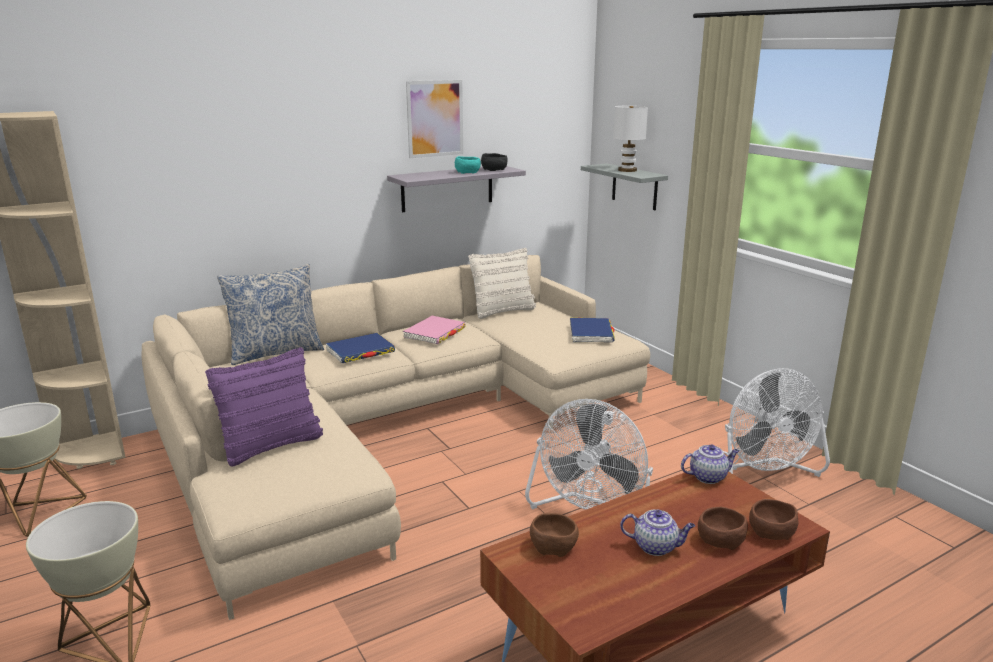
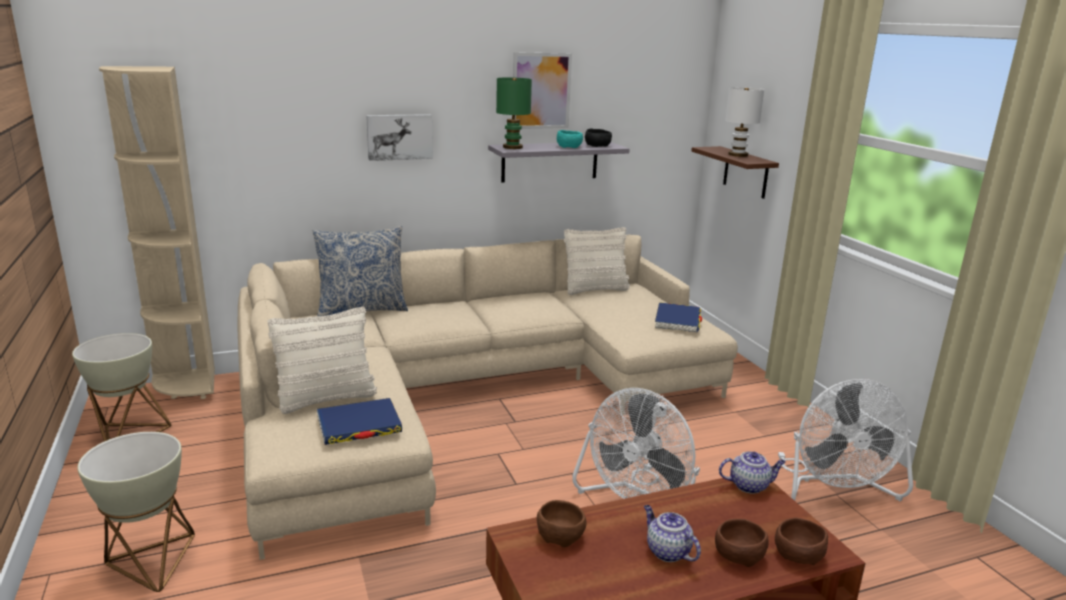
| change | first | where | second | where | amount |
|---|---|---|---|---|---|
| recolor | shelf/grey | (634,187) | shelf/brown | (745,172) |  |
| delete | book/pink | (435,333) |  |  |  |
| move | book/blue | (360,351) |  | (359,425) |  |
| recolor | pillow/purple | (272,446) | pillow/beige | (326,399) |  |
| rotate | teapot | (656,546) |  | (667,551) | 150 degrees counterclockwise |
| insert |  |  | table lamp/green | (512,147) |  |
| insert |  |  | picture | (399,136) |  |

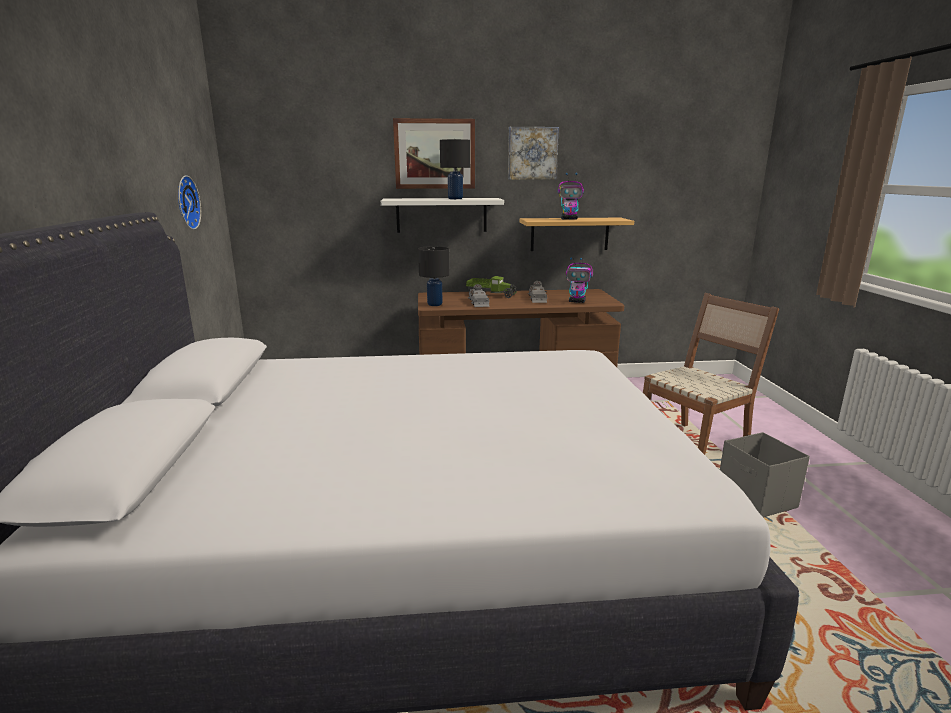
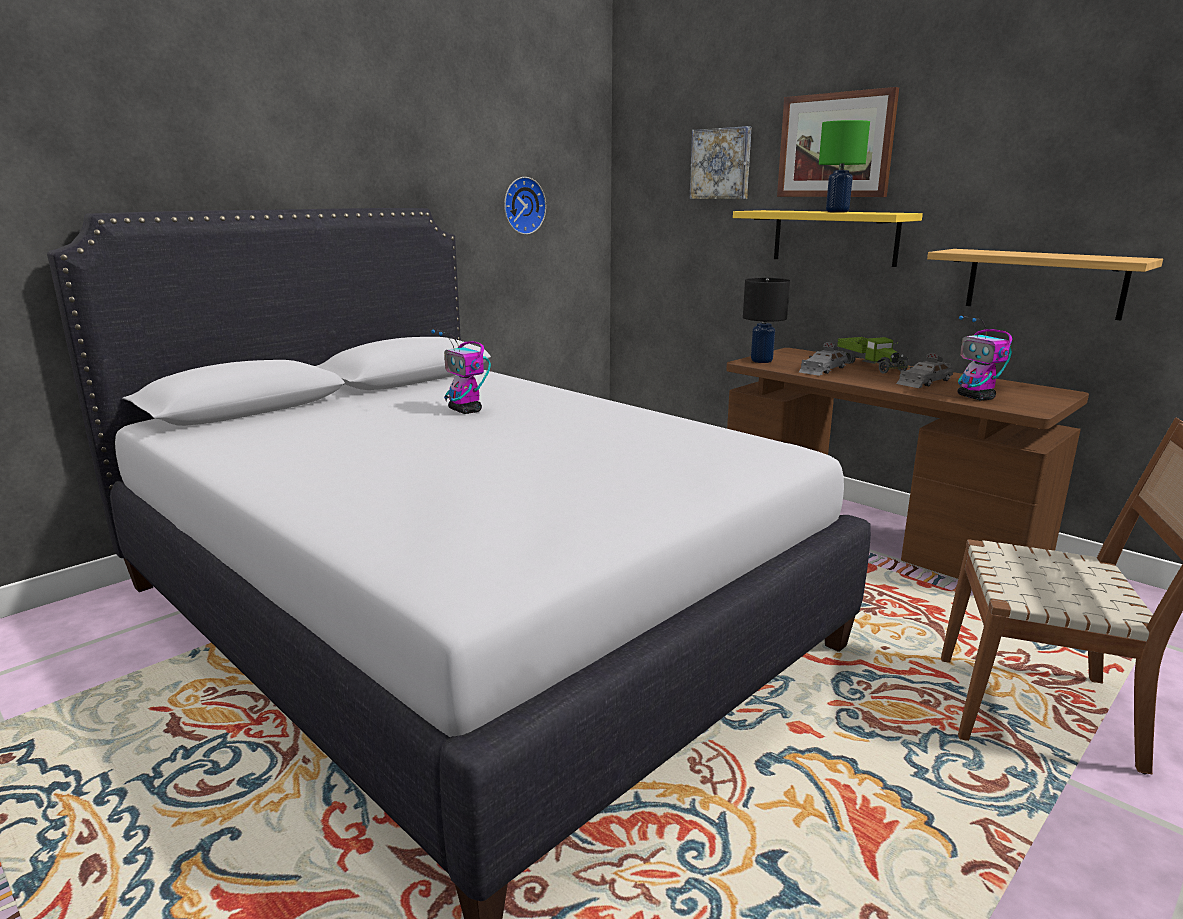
| change | first | where | second | where | amount |
|---|---|---|---|---|---|
| move | picture | (532,153) |  | (721,164) |  |
| recolor | table lamp/black | (454,199) | table lamp/green | (835,212) |  |
| move | toy robot | (569,219) |  | (465,411) |  |
| recolor | shelf/white | (441,215) | shelf/yellow | (834,237) |  |
| delete | storage box/grey | (756,499) |  |  |  |

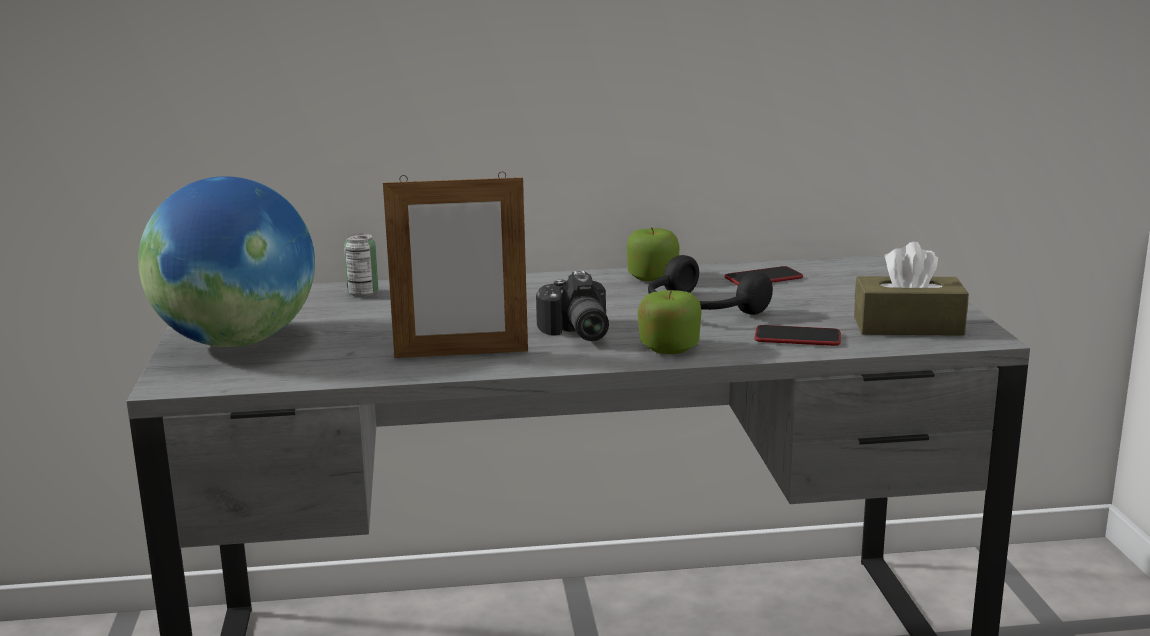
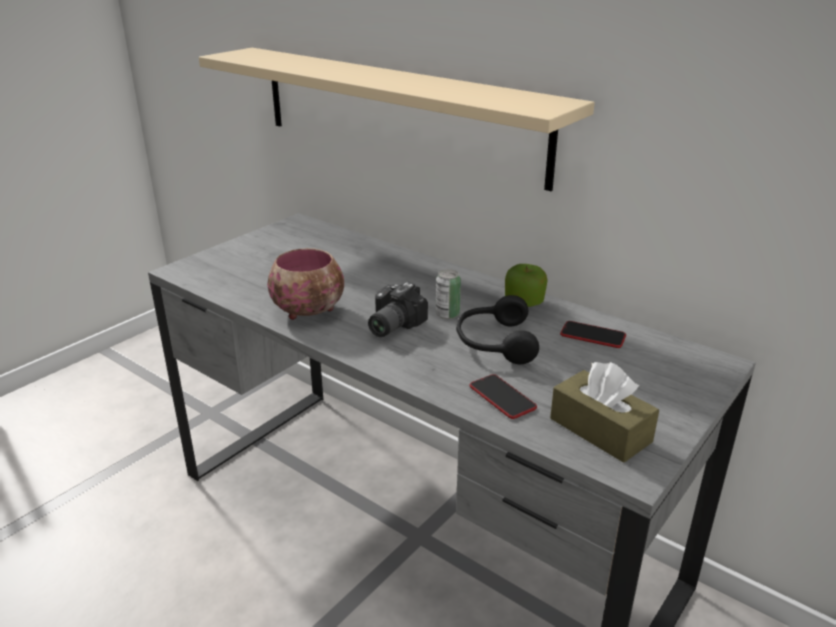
| change | first | where | second | where | amount |
|---|---|---|---|---|---|
| replace | picture frame | (461,354) | bowl | (310,311) |  |
| delete | globe | (235,342) |  |  |  |
| move | can | (363,293) |  | (447,314) |  |
| delete | apple | (669,348) |  |  |  |
| insert |  |  | shelf/beige | (396,112) |  |

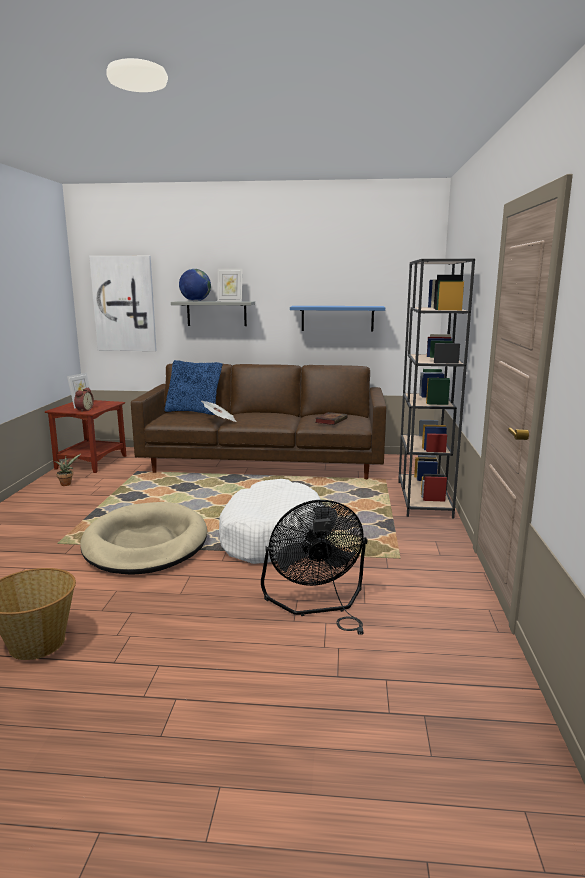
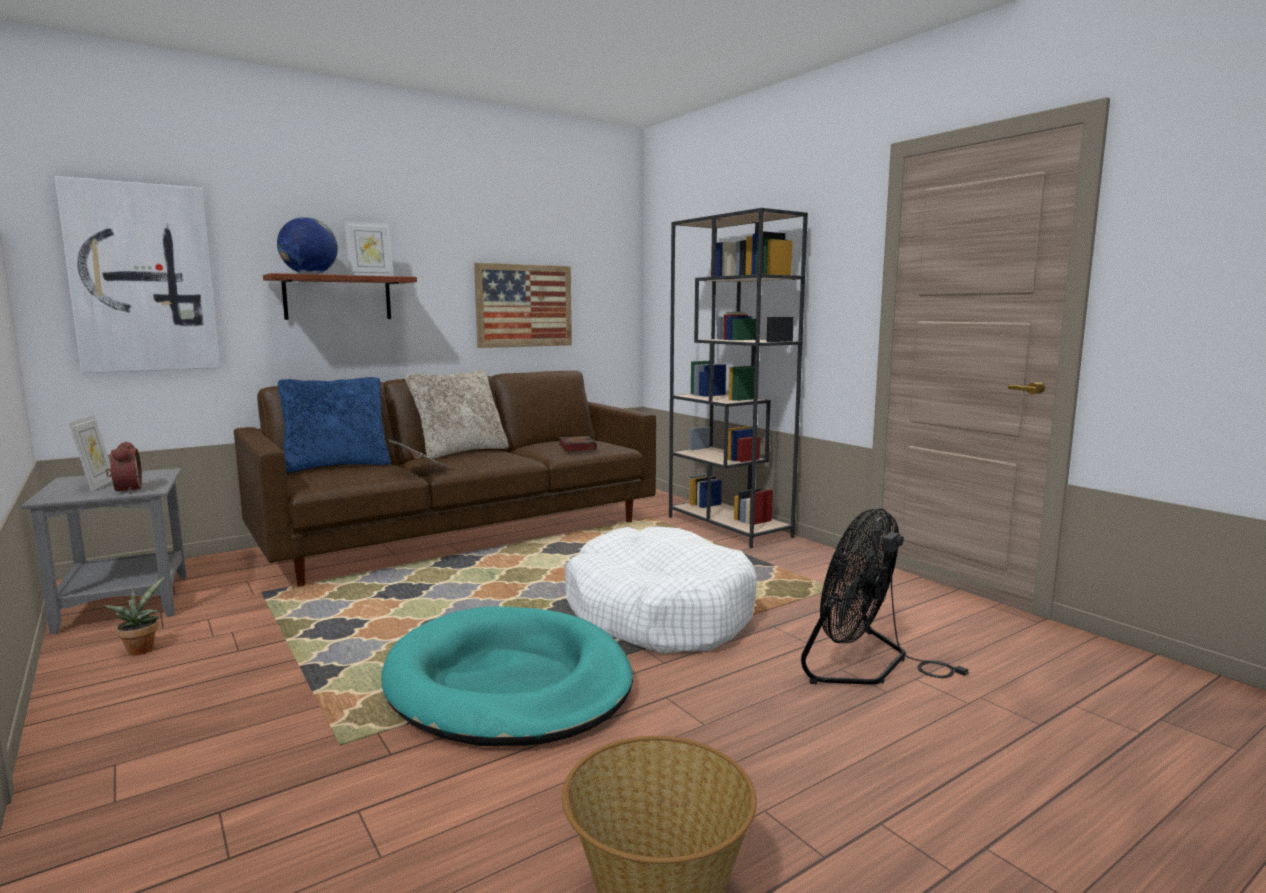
| change | first | where | second | where | amount |
|---|---|---|---|---|---|
| recolor | shelf/grey | (216,313) | shelf/brown | (338,298) |  |
| replace | shelf/blue | (337,318) | picture | (524,305) |  |
| recolor | side table/brown | (90,462) | side table/grey | (122,603) |  |
| recolor | dog bed/beige | (146,544) | dog bed/turquoise | (509,684) |  |
| insert |  |  | pillow/beige | (461,451) |  |

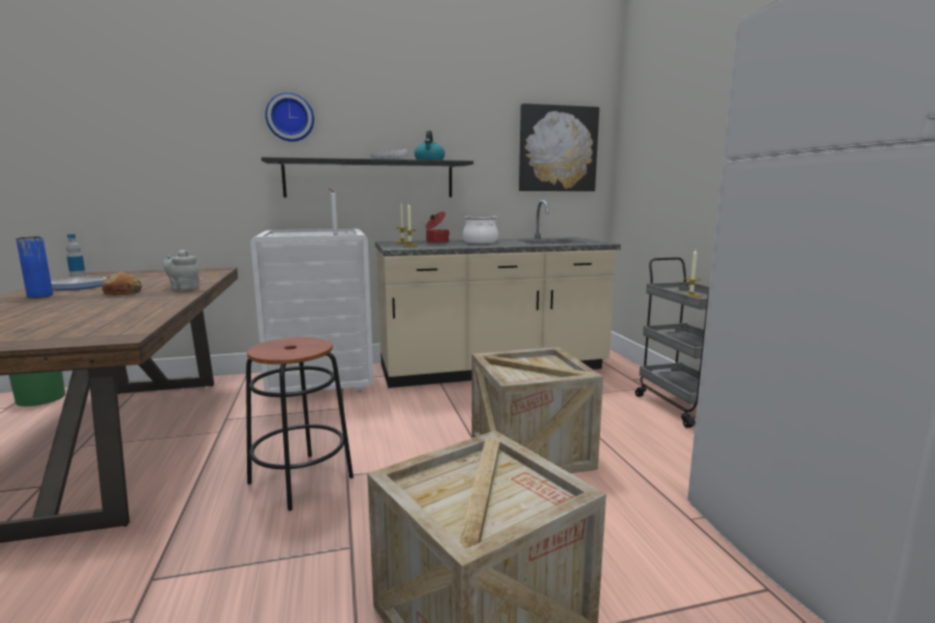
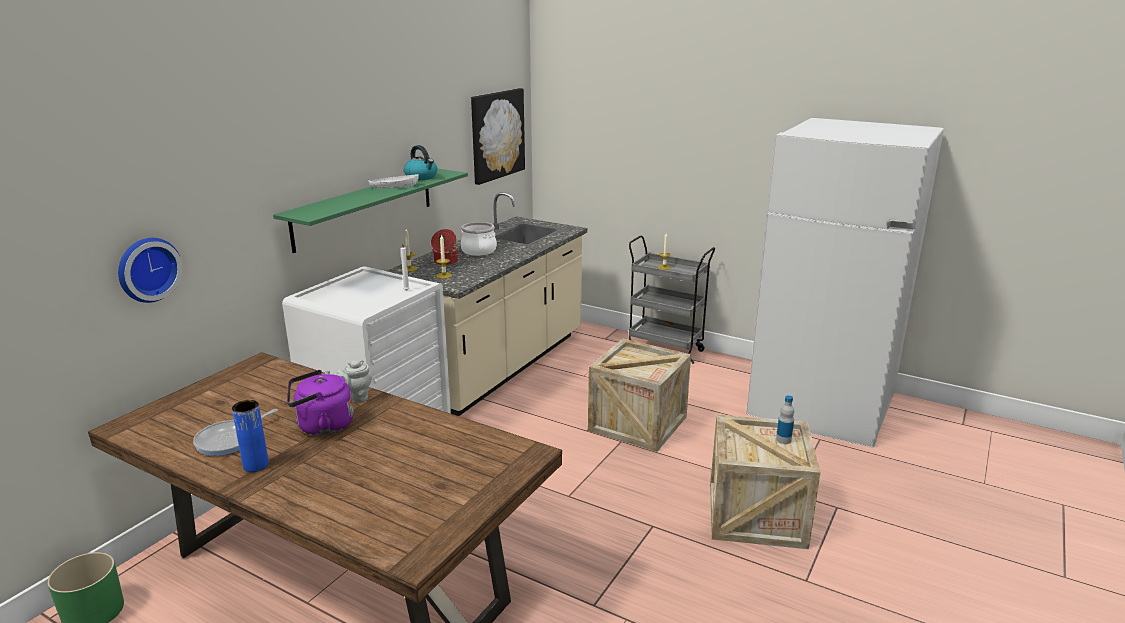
| change | first | where | second | where | amount |
|---|---|---|---|---|---|
| move | wall clock | (290,117) |  | (147,269) |  |
| recolor | shelf/black | (370,179) | shelf/green | (365,208) |  |
| move | bottle | (78,277) |  | (783,440) |  |
| replace | bread | (123,292) | kettle/purple | (322,426) |  |
| delete | stool/black | (300,480) |  |  |  |

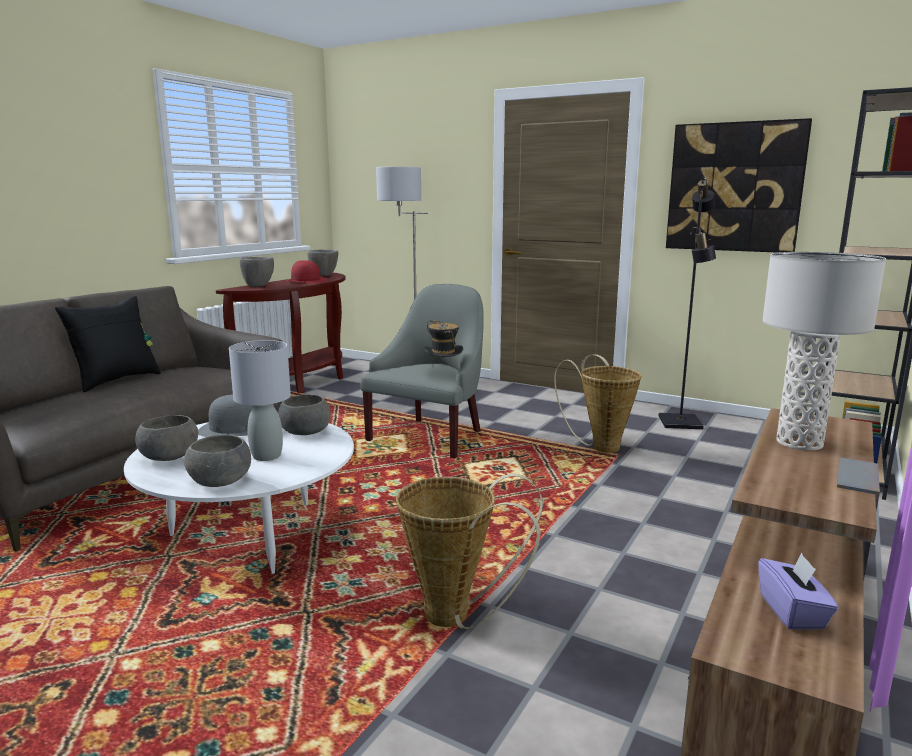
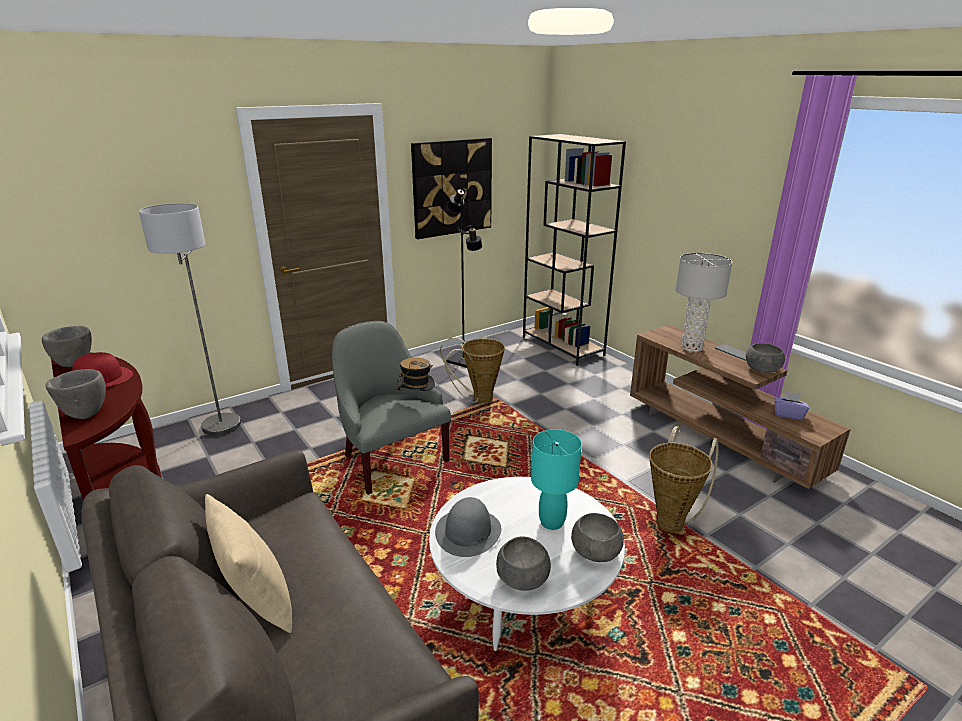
| change | first | where | second | where | amount |
|---|---|---|---|---|---|
| recolor | pillow/black | (116,381) | pillow/beige | (257,603) |  |
| recolor | table lamp/grey | (267,456) | table lamp/turquoise | (551,522) |  |
| move | bowl/grey | (305,432) |  | (762,369) |  |

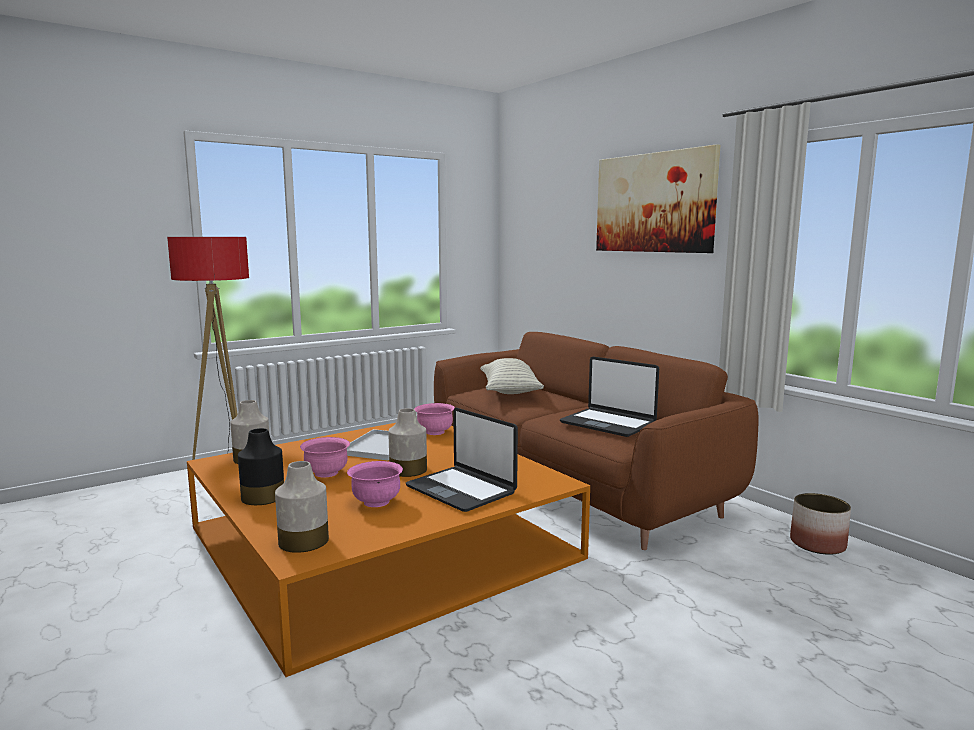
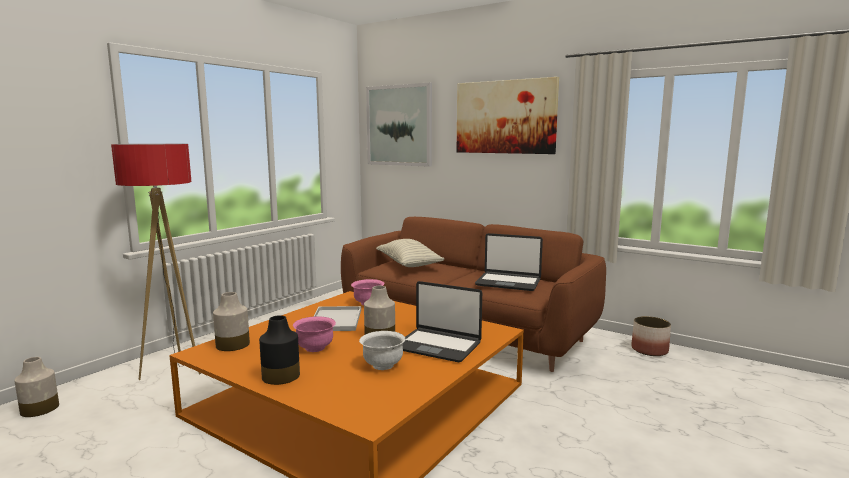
| change | first | where | second | where | amount |
|---|---|---|---|---|---|
| move | vase/beige | (303,540) |  | (39,408) |  |
| recolor | bowl/pink | (376,502) | bowl/white | (382,365) |  |
| insert |  |  | picture | (399,125) |  |

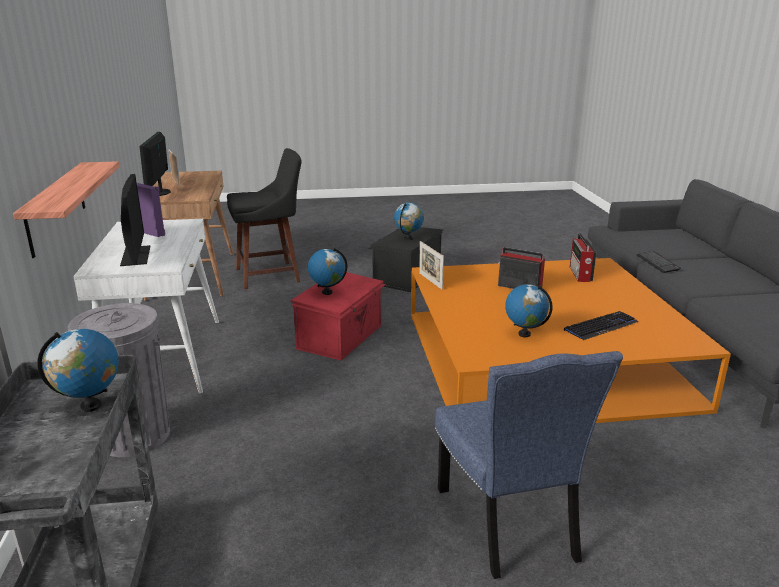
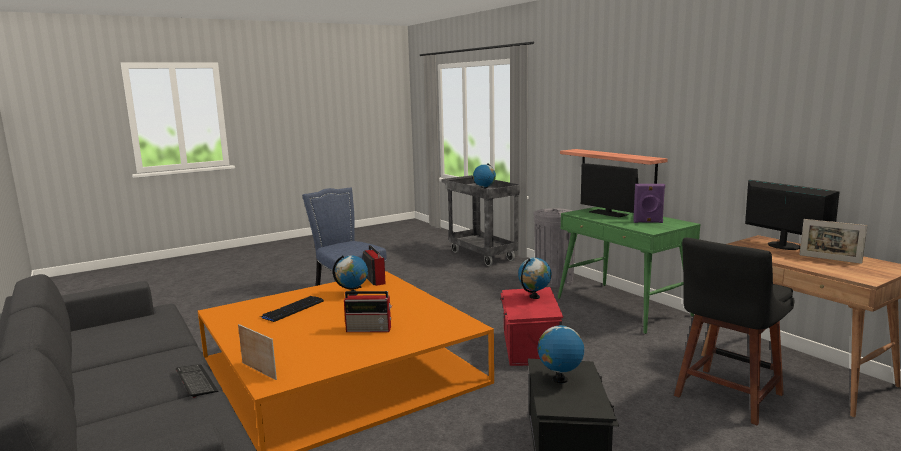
| change | first | where | second | where | amount |
|---|---|---|---|---|---|
| recolor | desk/white | (163,357) | desk/green | (623,307) |  |
| move | radio | (580,274) |  | (374,279) |  |
| move | picture frame | (430,281) |  | (259,371) |  |

